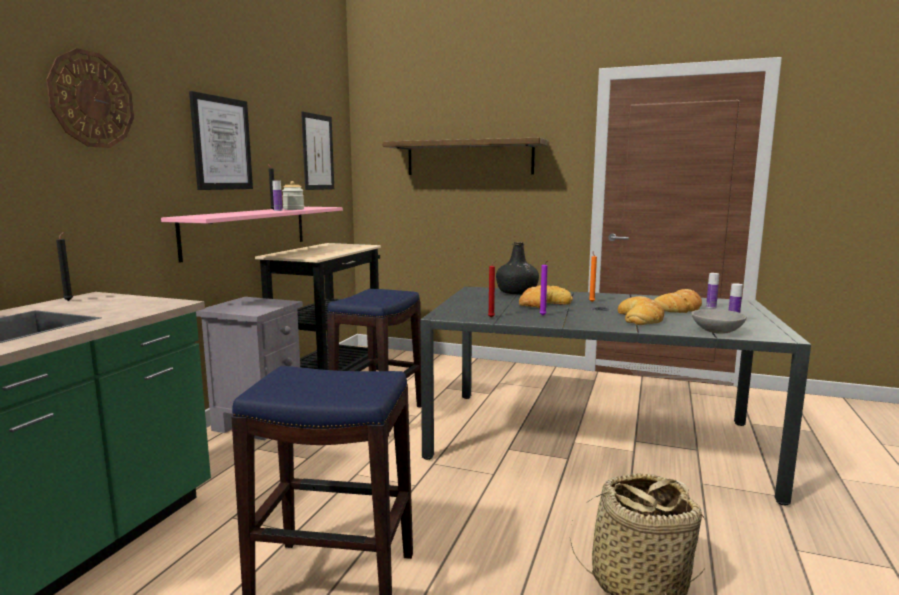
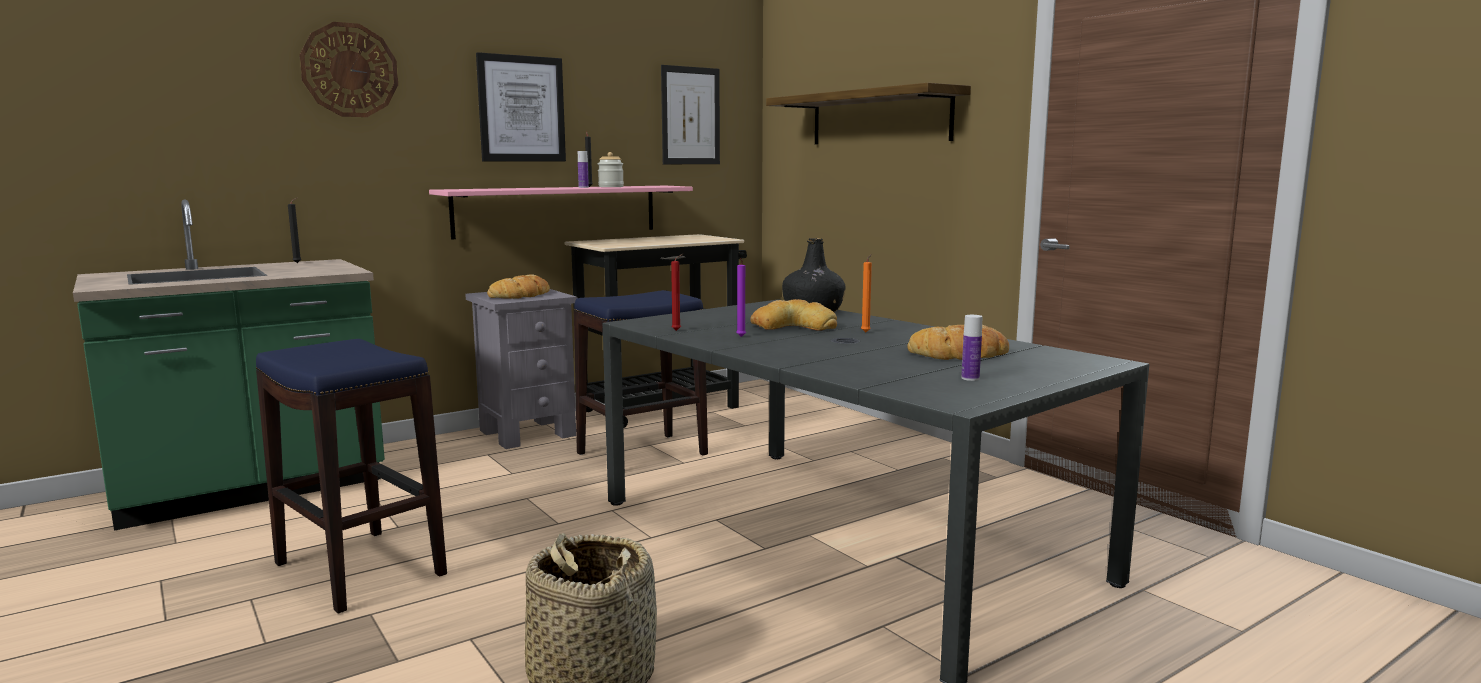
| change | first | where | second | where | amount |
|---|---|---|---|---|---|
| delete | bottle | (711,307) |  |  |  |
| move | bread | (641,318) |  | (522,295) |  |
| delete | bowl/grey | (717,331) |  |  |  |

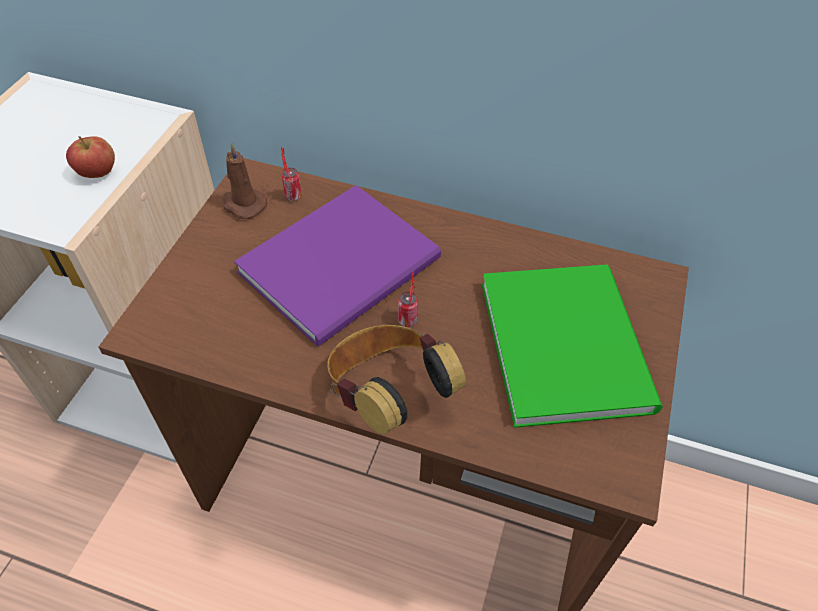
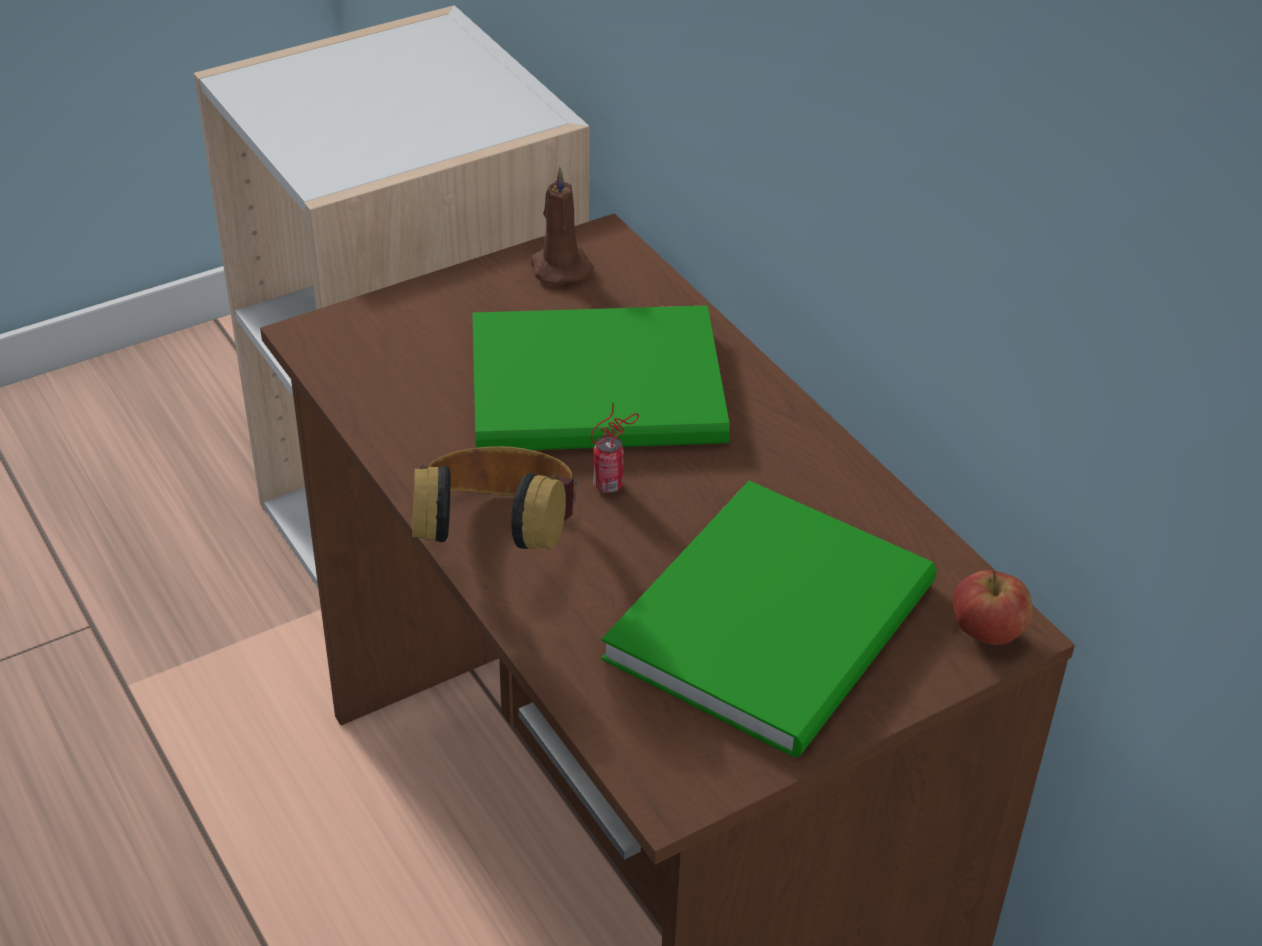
| change | first | where | second | where | amount |
|---|---|---|---|---|---|
| move | apple | (98,173) |  | (987,633) |  |
| delete | can | (293,198) |  |  |  |
| recolor | book/purple | (346,265) | book/green | (605,391) |  |

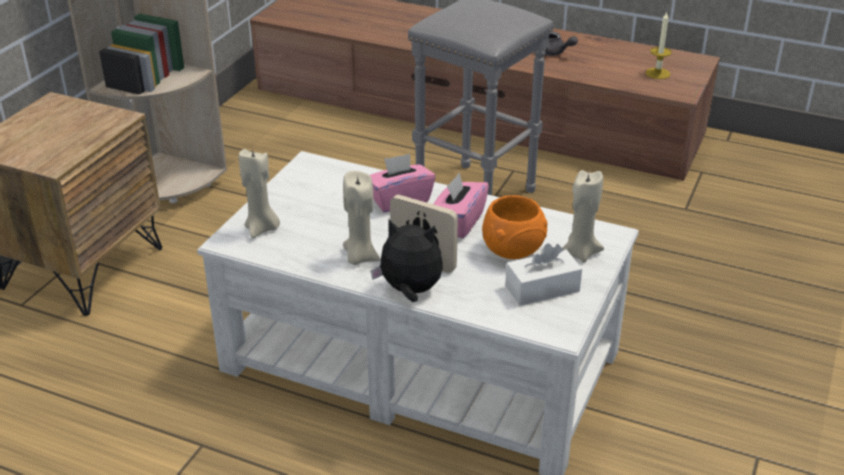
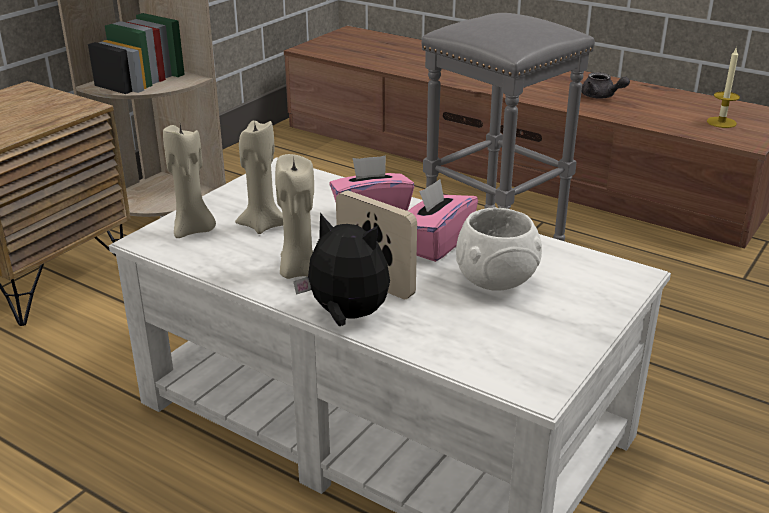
| change | first | where | second | where | amount |
|---|---|---|---|---|---|
| move | candle/beige | (579,253) |  | (262,225) |  |
| recolor | bowl/orange | (512,251) | bowl/white | (495,281) |  |
| delete | tissue box/white | (542,288) |  |  |  |

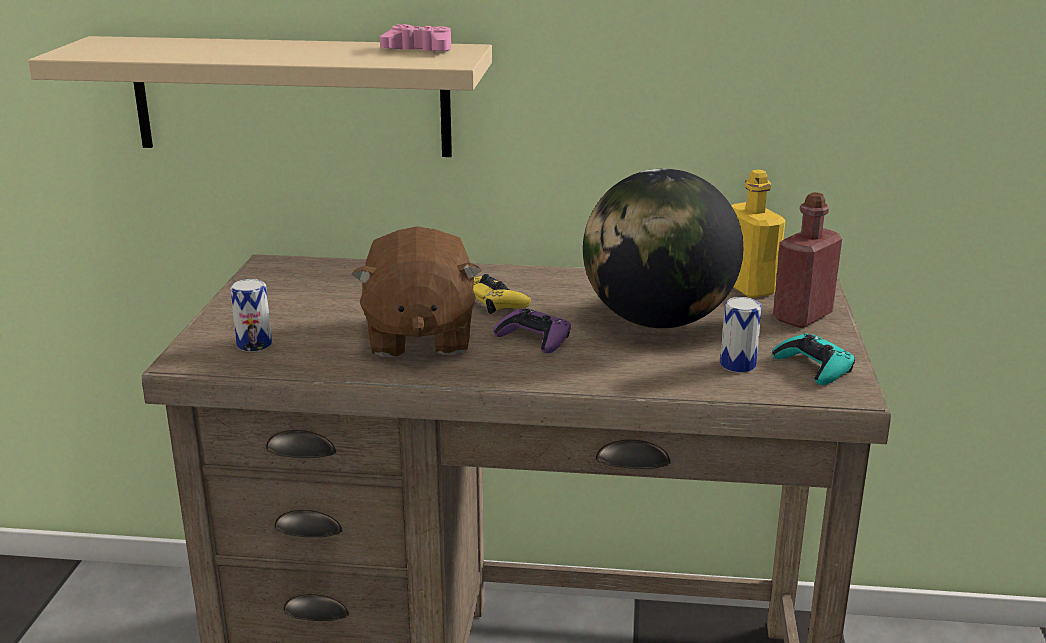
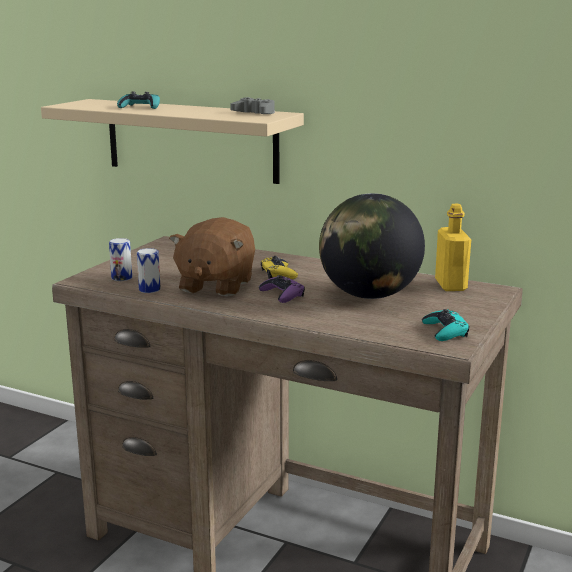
| change | first | where | second | where | amount |
|---|---|---|---|---|---|
| recolor | game controller/pink | (419,49) | game controller/grey | (254,113) |  |
| delete | bottle/red | (802,316) |  |  |  |
| move | can | (738,364) |  | (149,289) |  |
| insert |  |  | game controller/turquoise | (140,107) |  |

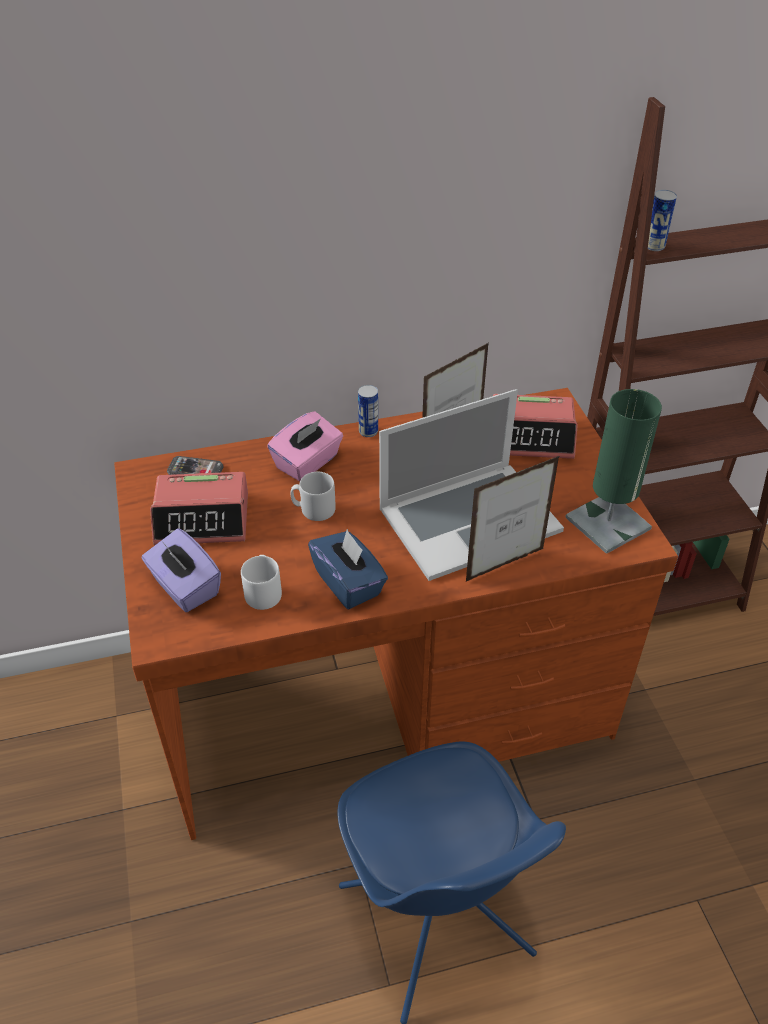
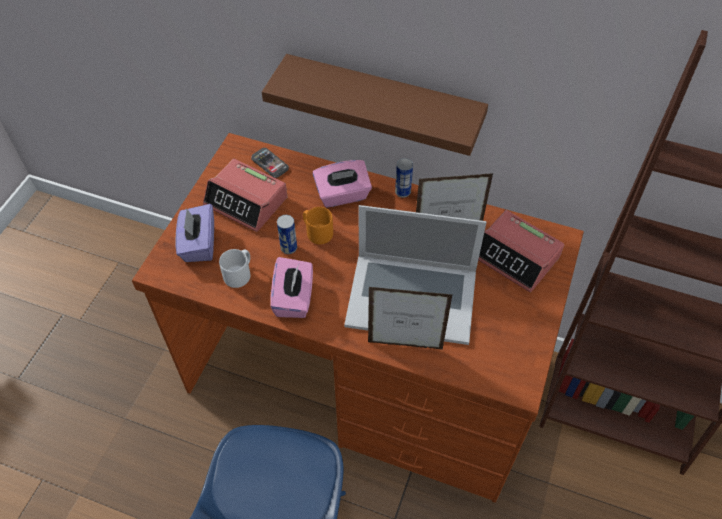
| change | first | where | second | where | amount |
|---|---|---|---|---|---|
| move | can | (654,246) |  | (288,248) |  |
| delete | table lamp/green | (607,523) |  |  |  |
| recolor | mug/grey | (313,509) | mug/orange | (317,232) |  |
| recolor | tissue box/blue | (349,583) | tissue box/pink | (294,298) |  |
| insert |  |  | shelf/brown | (383,105) |  |

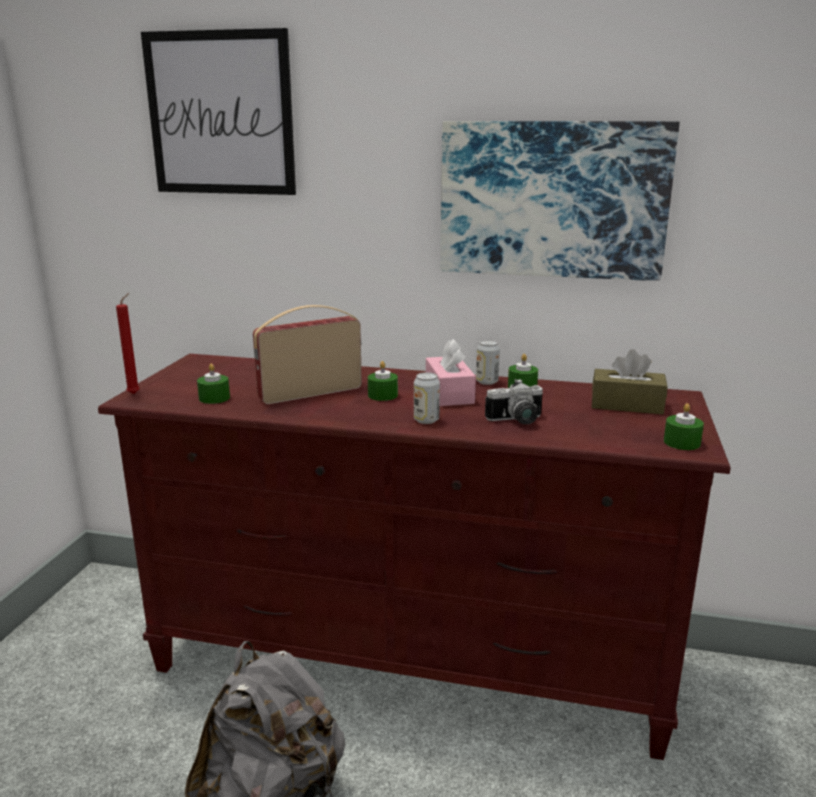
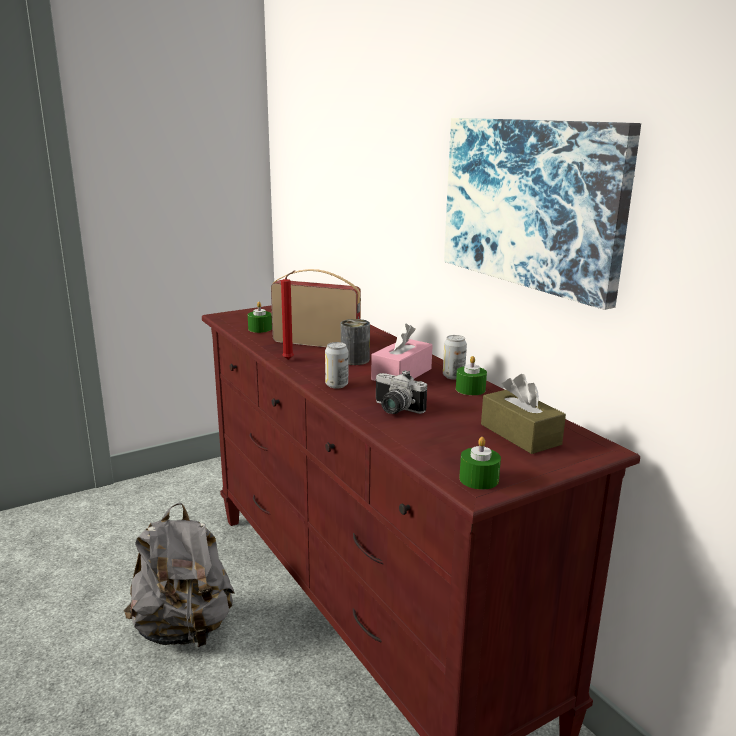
| change | first | where | second | where | amount |
|---|---|---|---|---|---|
| delete | picture | (220,114) |  |  |  |
| move | candle/red | (135,393) |  | (290,359) |  |
| replace | candle/green | (382,395) | can | (355,360) |  |

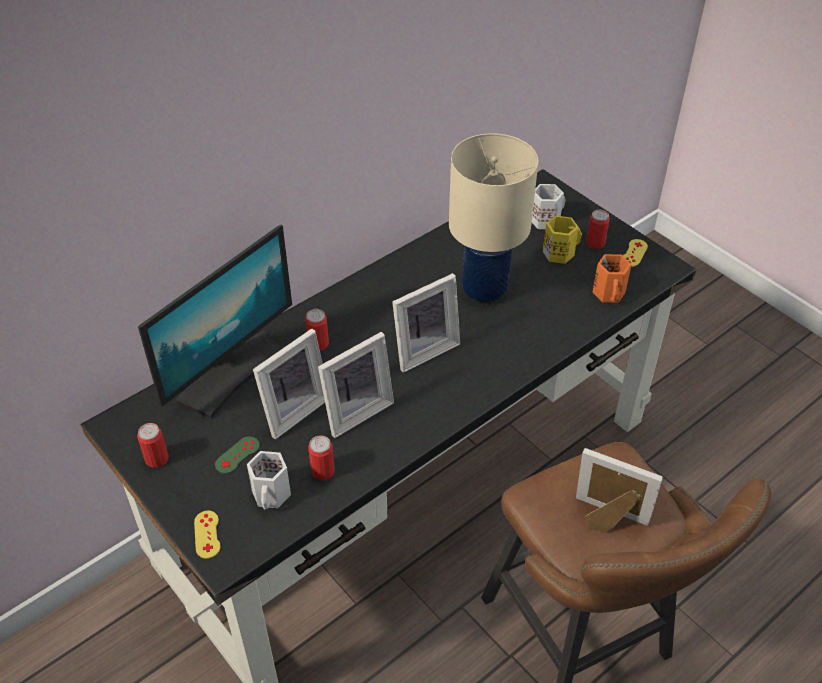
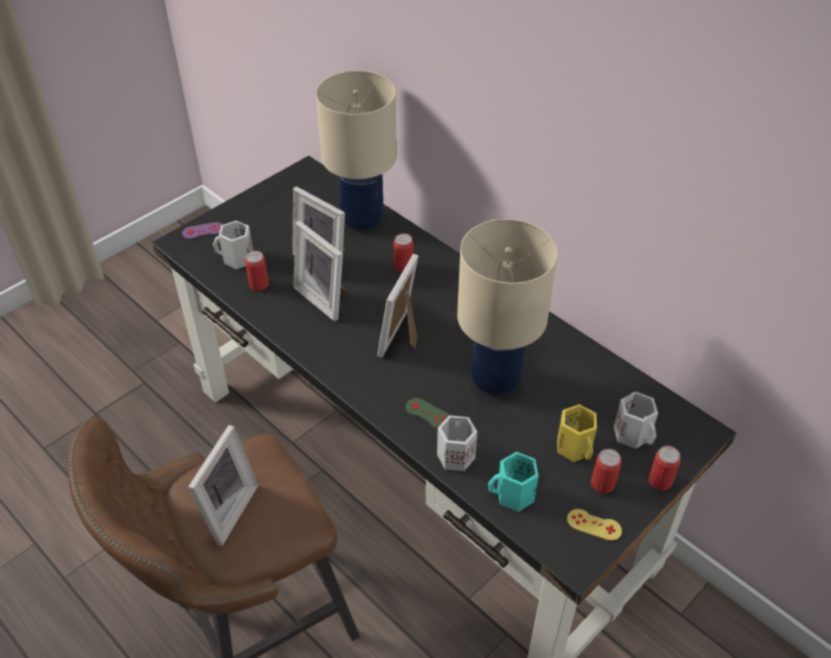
| change | first | where | second | where | amount |
|---|---|---|---|---|---|
| replace | monitor | (231,373) | table lamp/beige | (363,220) |  |
| recolor | mug/orange | (610,293) | mug/turquoise | (513,496) |  |
| rotate | picture frame | (423,349) |  | (404,337) | 60 degrees clockwise |
| move | can | (157,459) |  | (660,481) |  |
| move | game controller/green | (237,455) |  | (427,413) |  |
| recolor | game controller/yellow | (207,534) | game controller/purple | (203,231) |  |
| insert |  |  | mug/white | (454,455) |  |

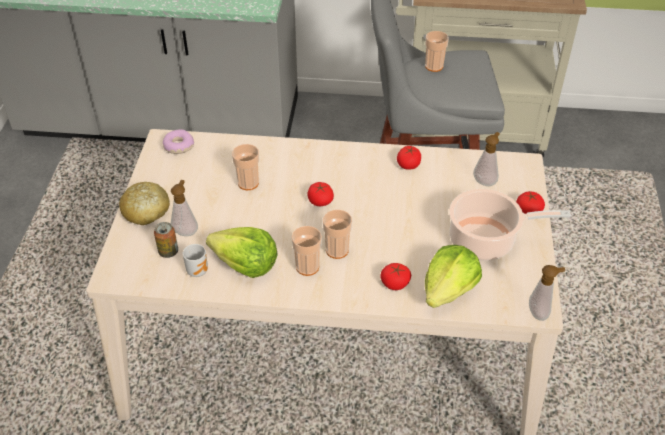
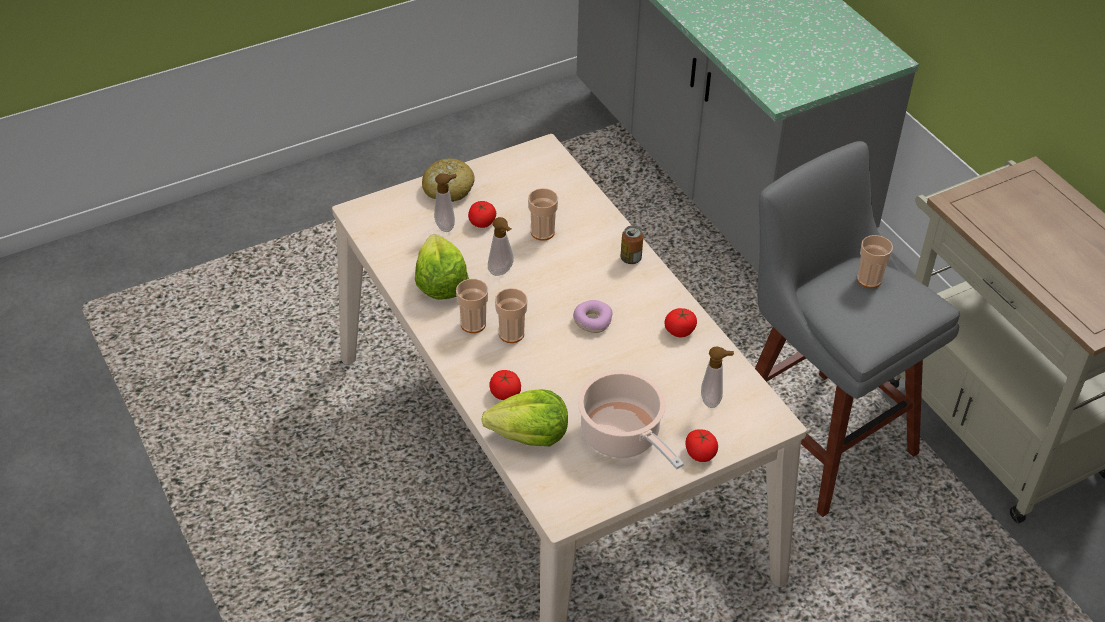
| change | first | where | second | where | amount |
|---|---|---|---|---|---|
| move | donut | (178,146) |  | (592,321) |  |
| move | tomato | (320,201) |  | (482,222) |  |
| move | can | (168,252) |  | (631,258) |  |
| delete | mug | (198,270) |  |  |  |
| move | soap dispenser | (540,312) |  | (502,272) |  |

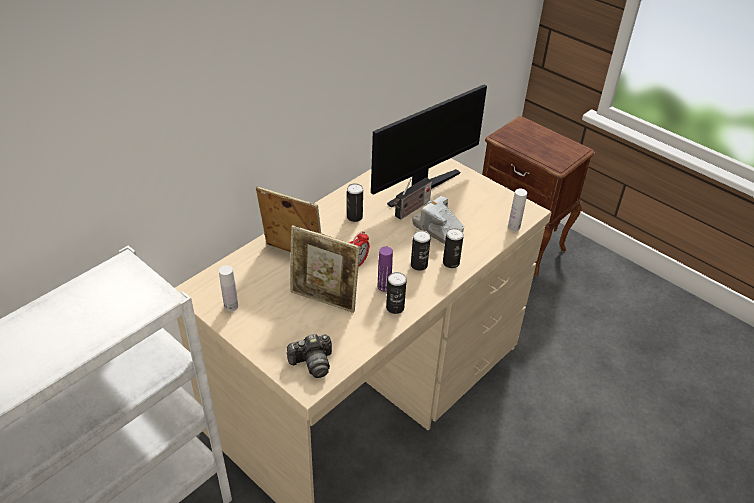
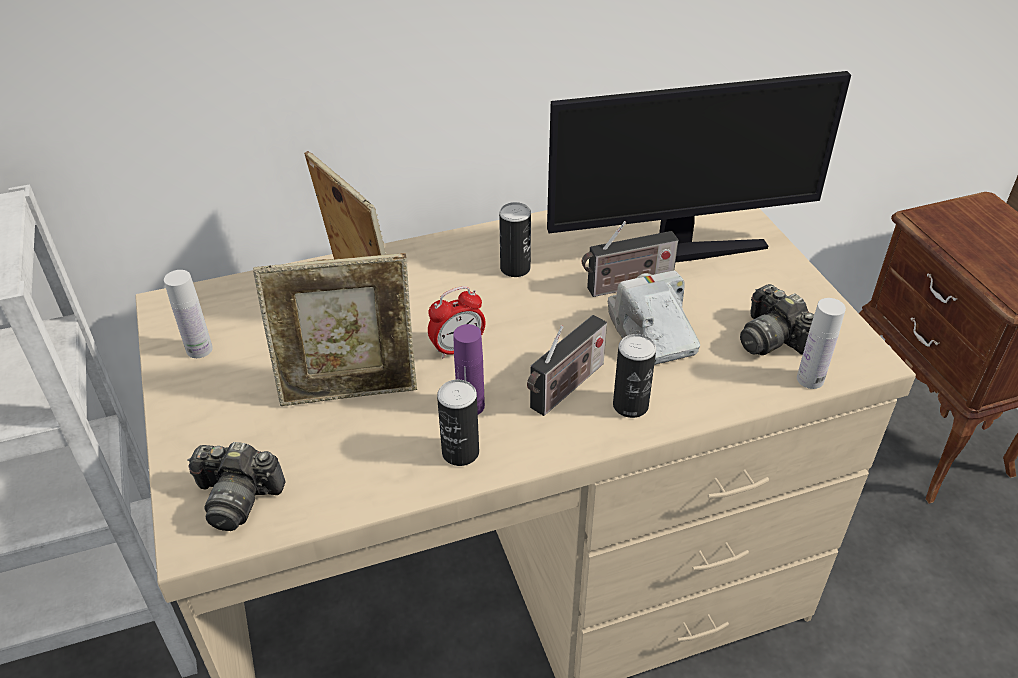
| change | first | where | second | where | amount |
|---|---|---|---|---|---|
| rotate | picture frame | (324,300) |  | (350,392) | 60 degrees counterclockwise |
| replace | can | (419,265) | radio | (565,389) |  |
| insert |  |  | photo camera | (771,338) |  |

